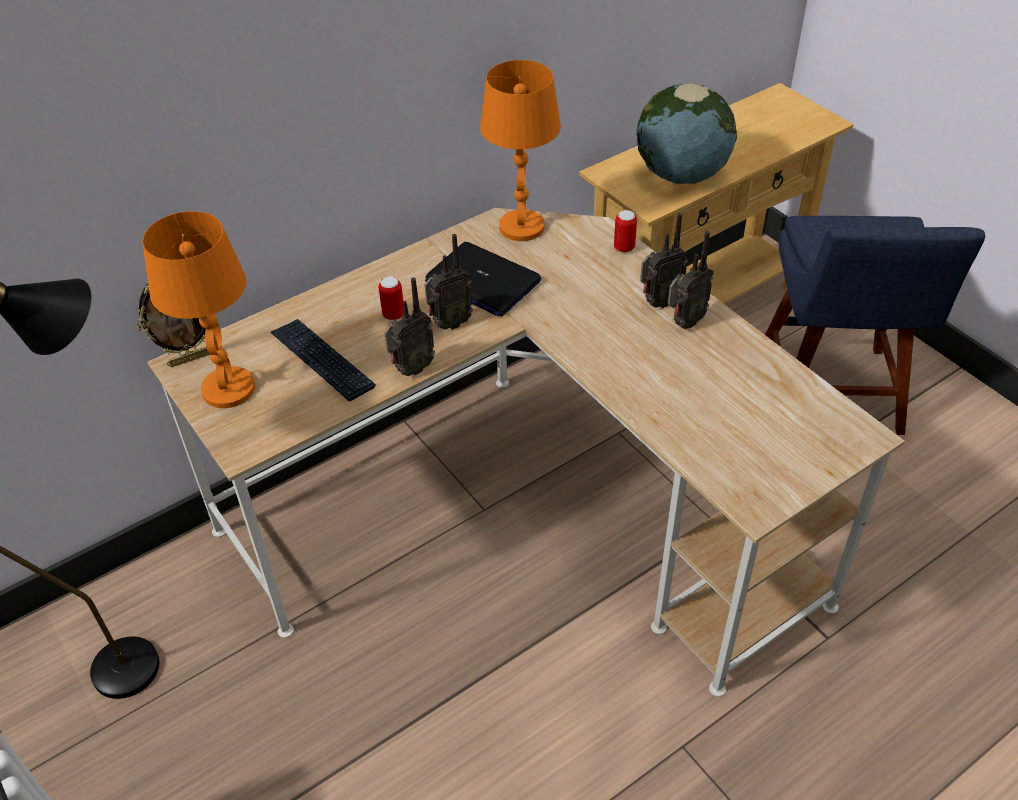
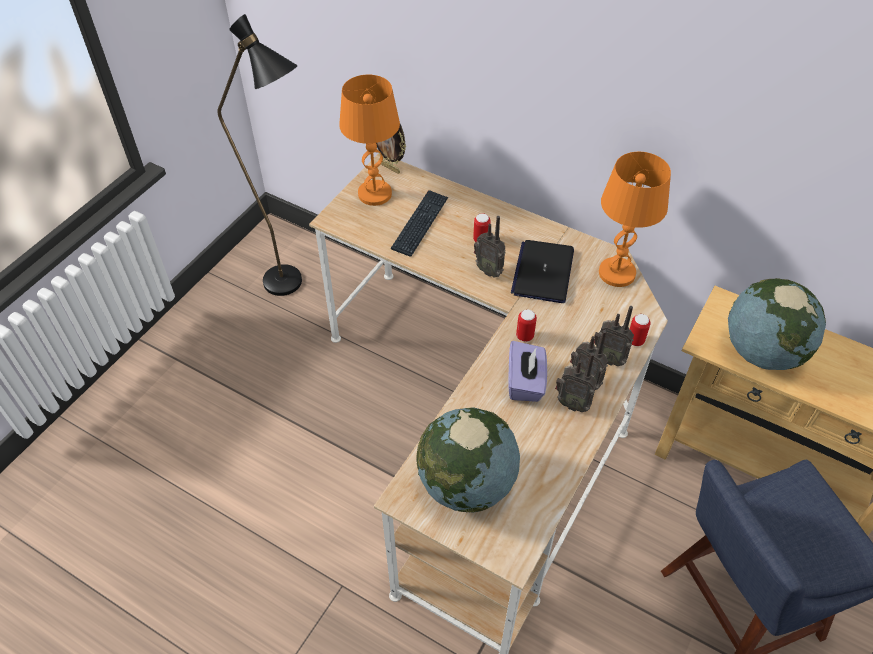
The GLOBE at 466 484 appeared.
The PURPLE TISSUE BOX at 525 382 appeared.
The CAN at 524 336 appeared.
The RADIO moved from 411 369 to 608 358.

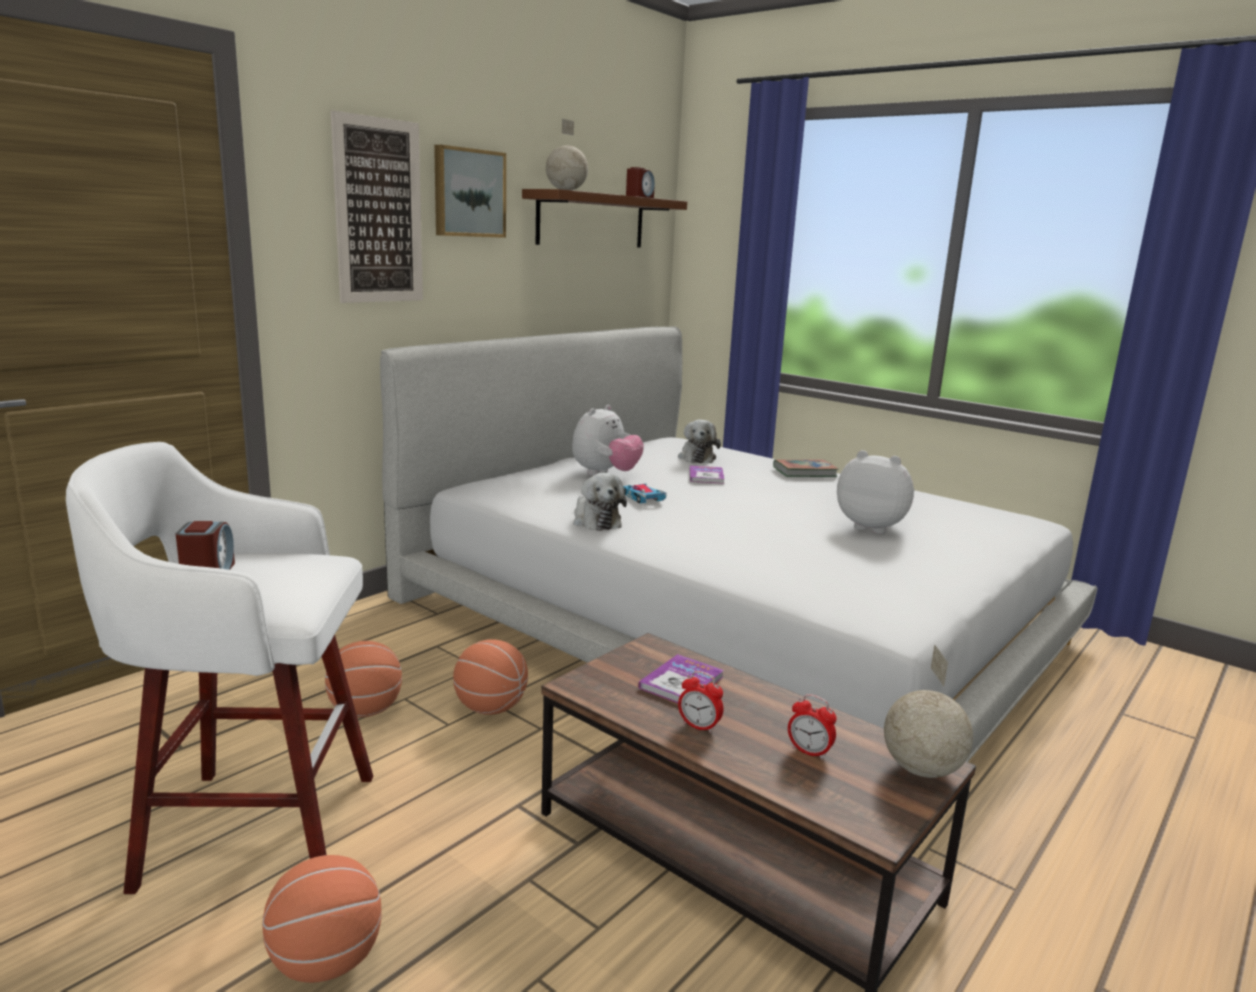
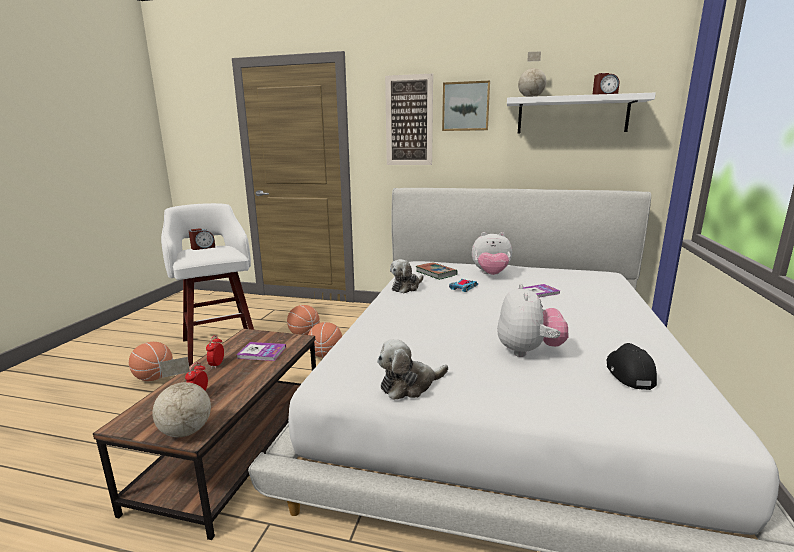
The PLUSH TOY moved from 697 457 to 409 385.
The BOOK moved from 804 472 to 436 273.
The BROWN SHELF at 591 220 became the WHITE SHELF at 572 115.
The BLACK CAP at 628 373 appeared.

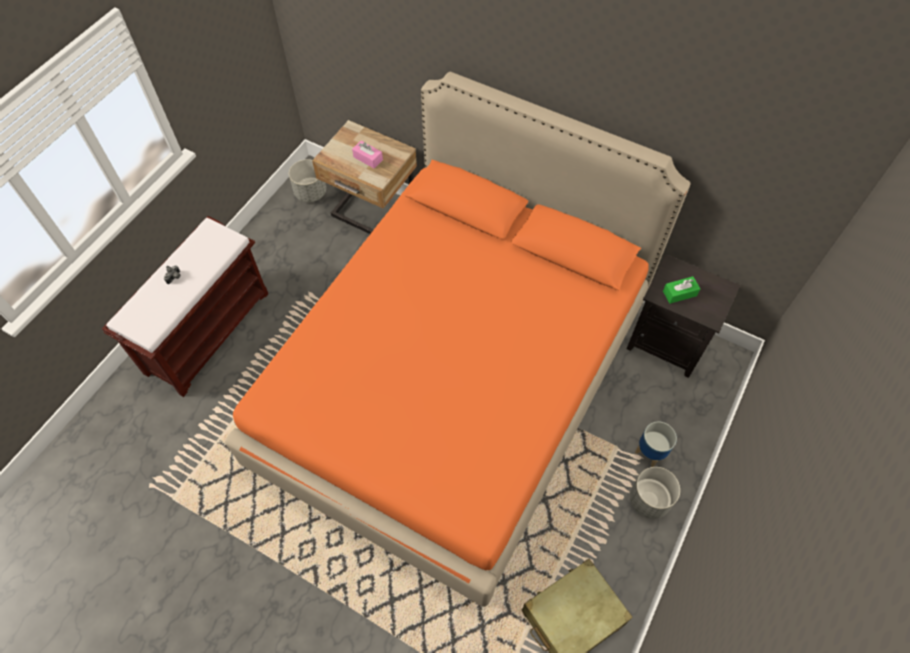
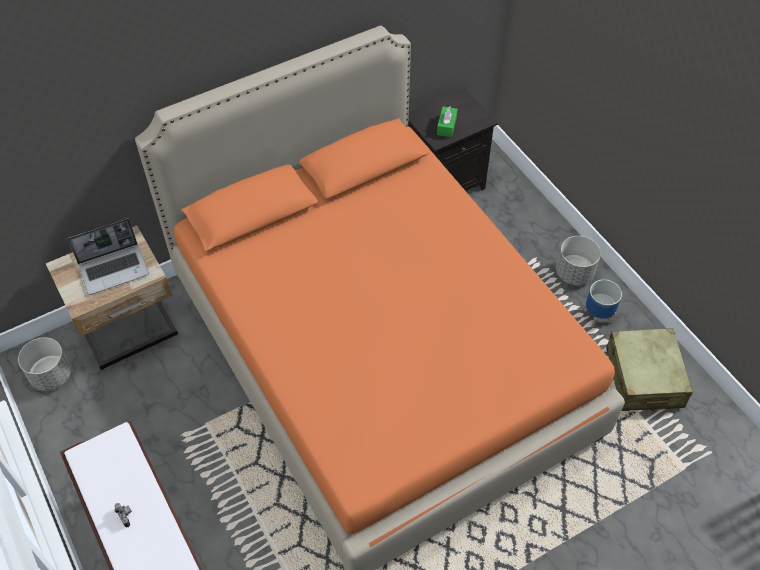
The PINK TISSUE BOX at 368 158 was replaced by the LAPTOP at 114 269.
The PLANTER moved from 650 452 to 597 316.

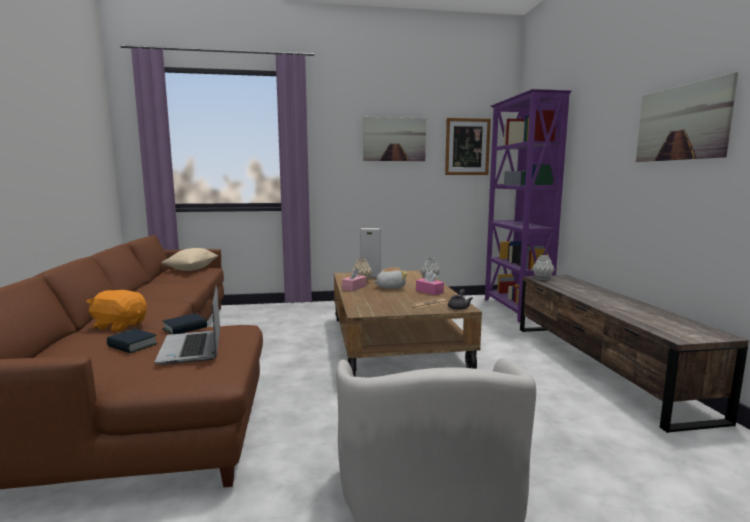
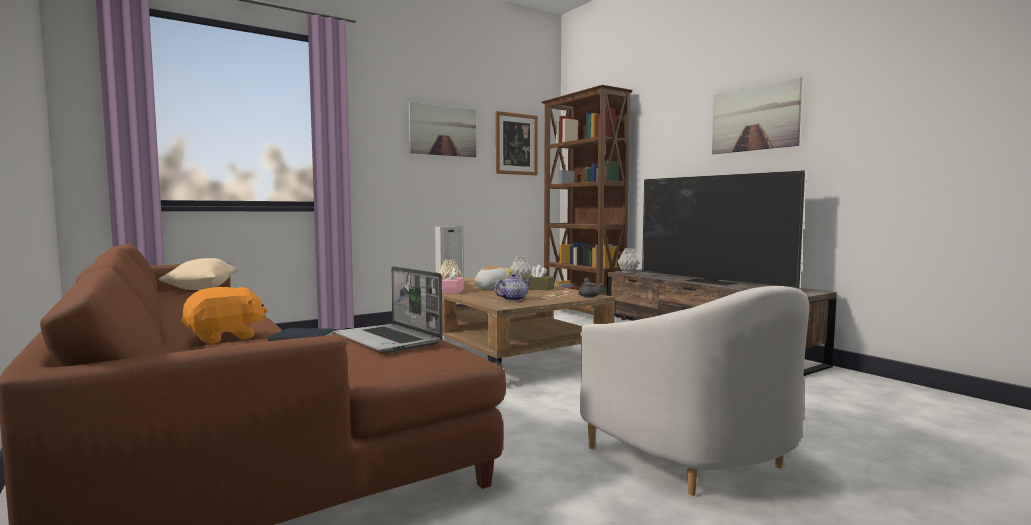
The ORANGE PLUSH TOY at 119 325 turned 150 degrees clockwise.
The TEAPOT at 512 299 appeared.
The PINK TISSUE BOX at 429 292 became the BROWN TISSUE BOX at 538 288.
The PURPLE BOOKCASE at 515 309 became the BROWN BOOKCASE at 582 315.
The TELEVISION at 711 282 appeared.
The BOOK at 185 328 disappeared.

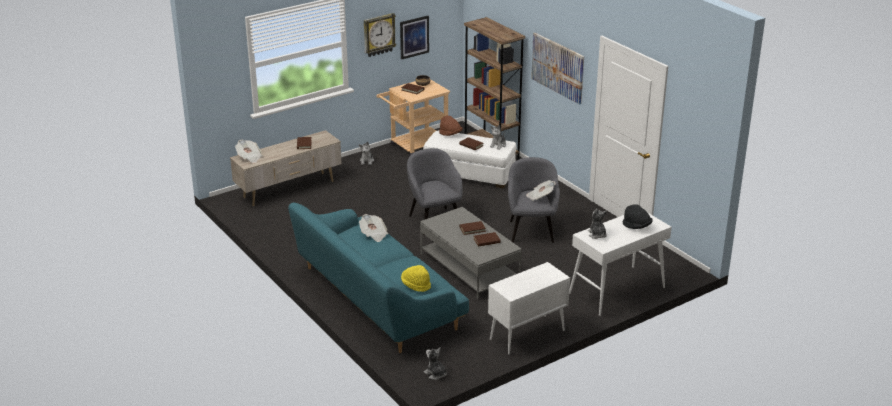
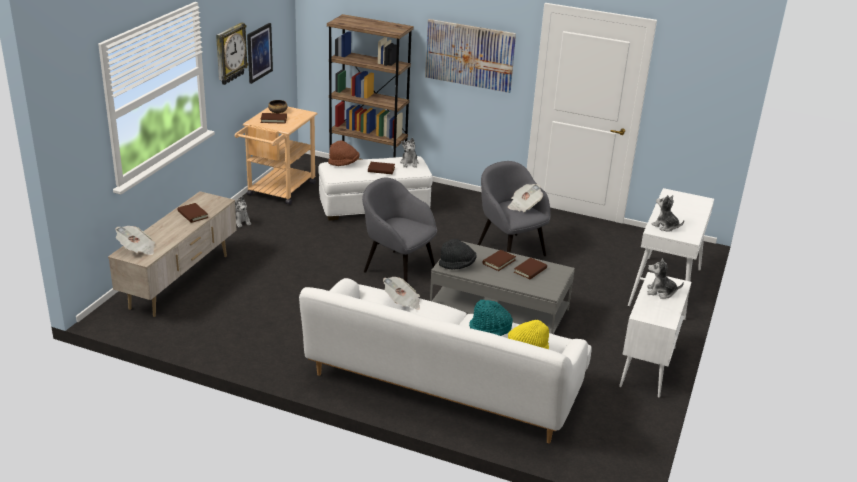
The TURQUOISE SOFA at 377 298 became the WHITE SOFA at 443 384.
The BLACK HAT moved from 637 226 to 457 265.
The TURQUOISE HAT at 490 329 appeared.
The PLUSH TOY moved from 435 374 to 660 292.

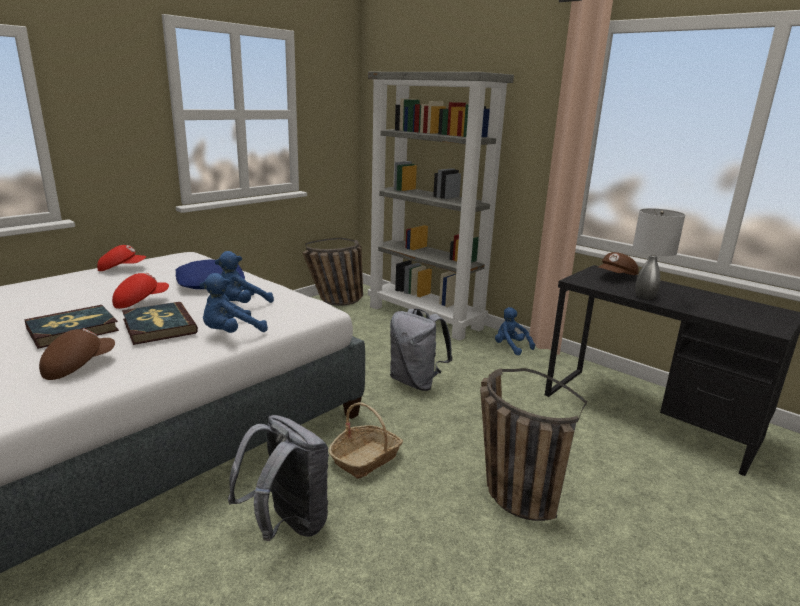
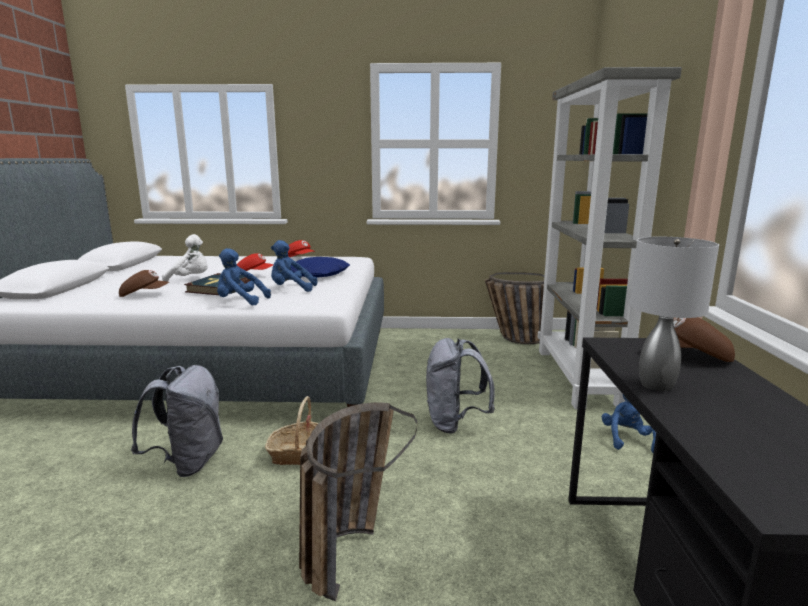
The BOOK at 73 329 was replaced by the WHITE PLUSH TOY at 190 279.

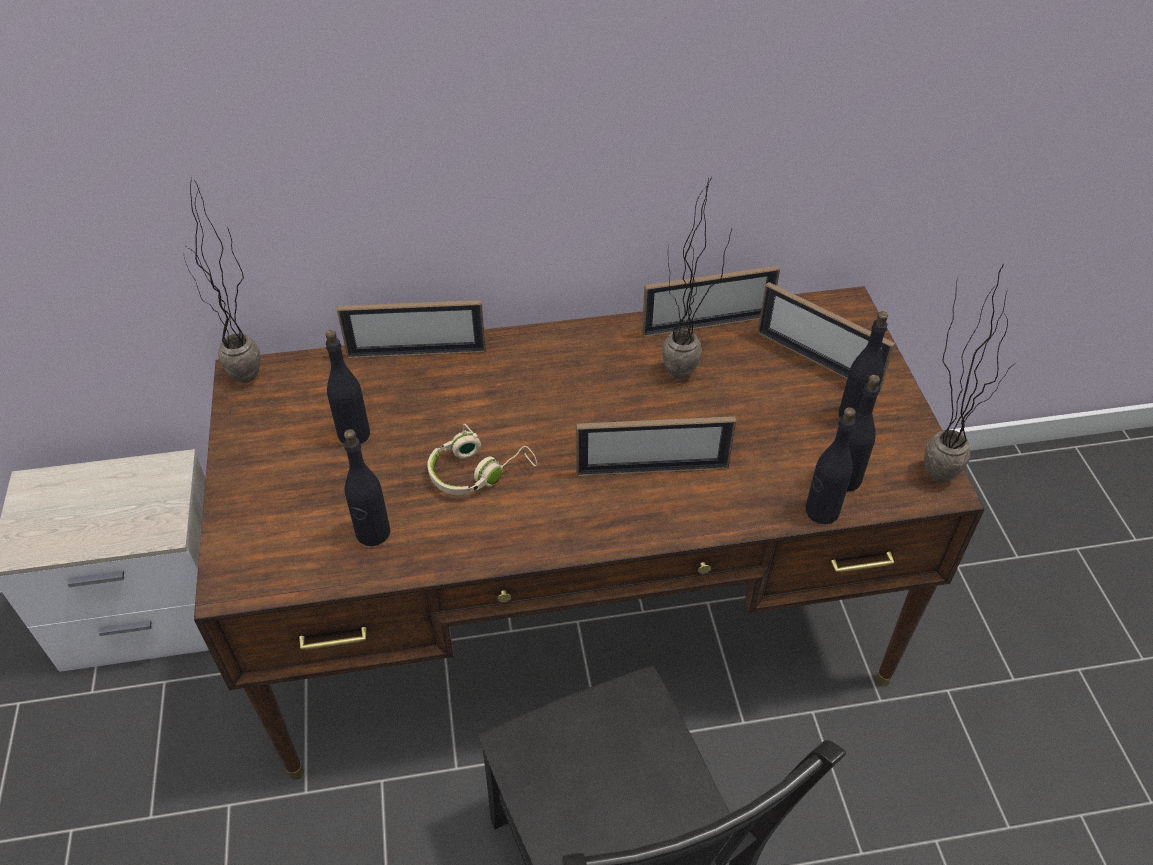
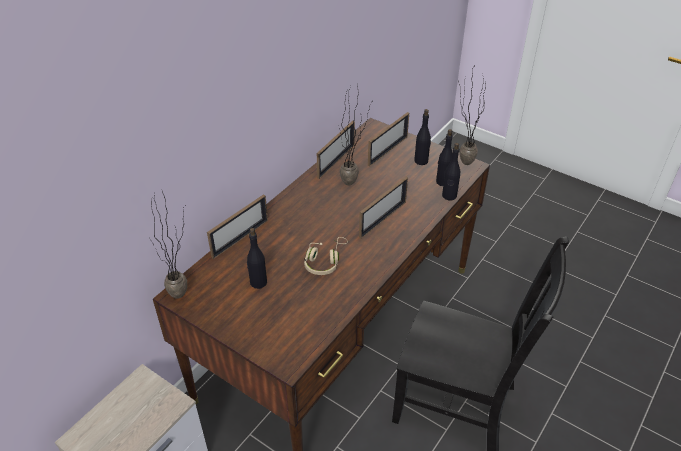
The PICTURE FRAME at 817 361 turned 45 degrees counterclockwise.
The BLACK BOTTLE at 372 533 disappeared.

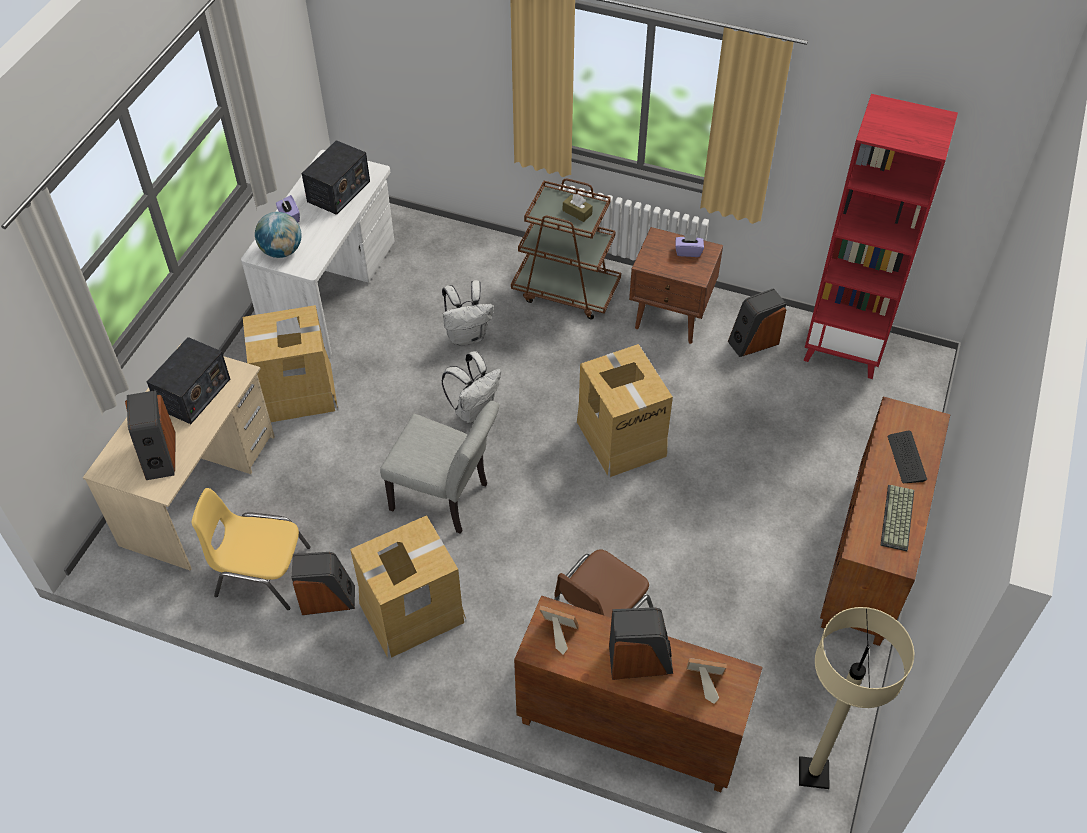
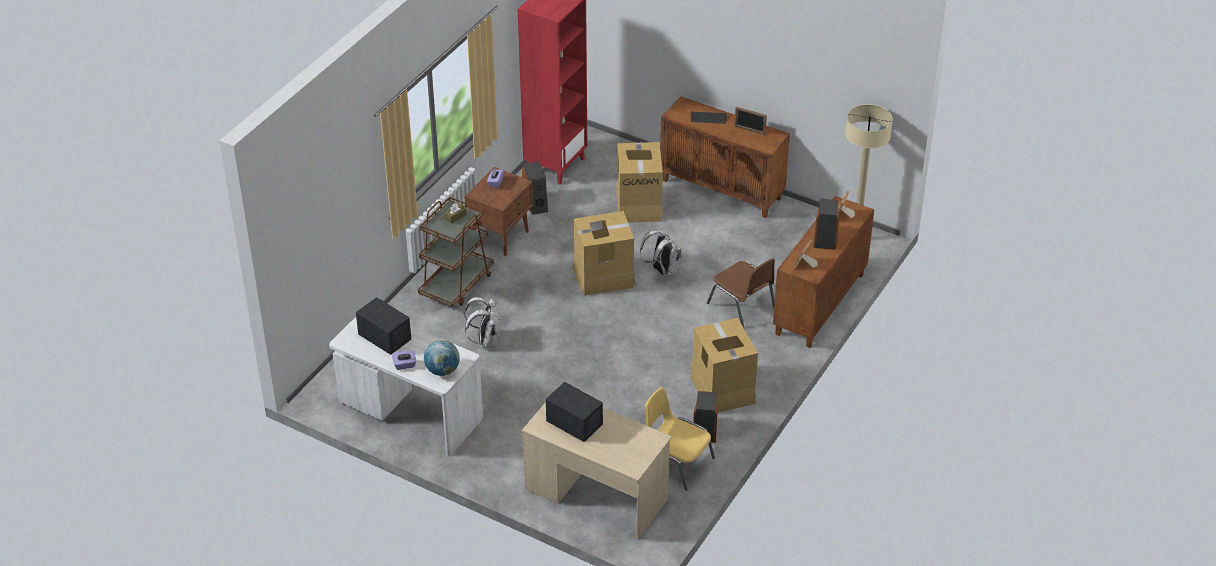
The CARDBOARD BOX moved from 297 393 to 639 205.
The WHITE BACKPACK moved from 474 410 to 662 270.
The YELLOW CHAIR at 261 572 turned 105 degrees clockwise.
The KEYBOARD at 898 519 was replaced by the PICTURE FRAME at 749 130.
The SPEAKER at 159 455 disappeared.
The GREY CHAIR at 446 499 disappeared.

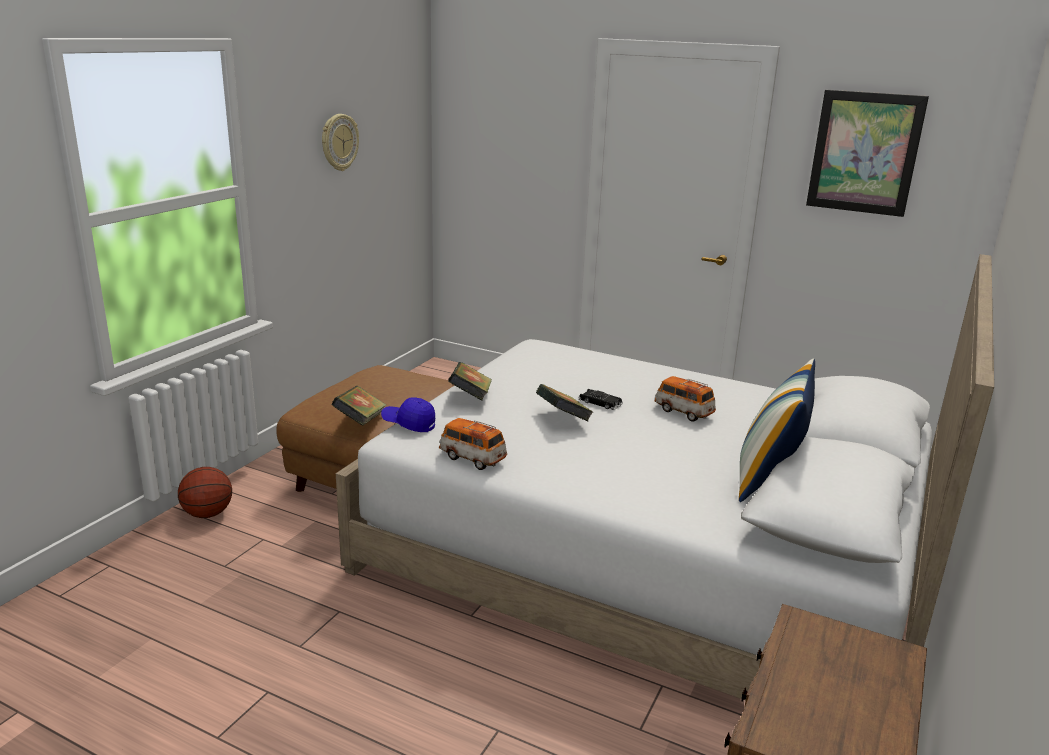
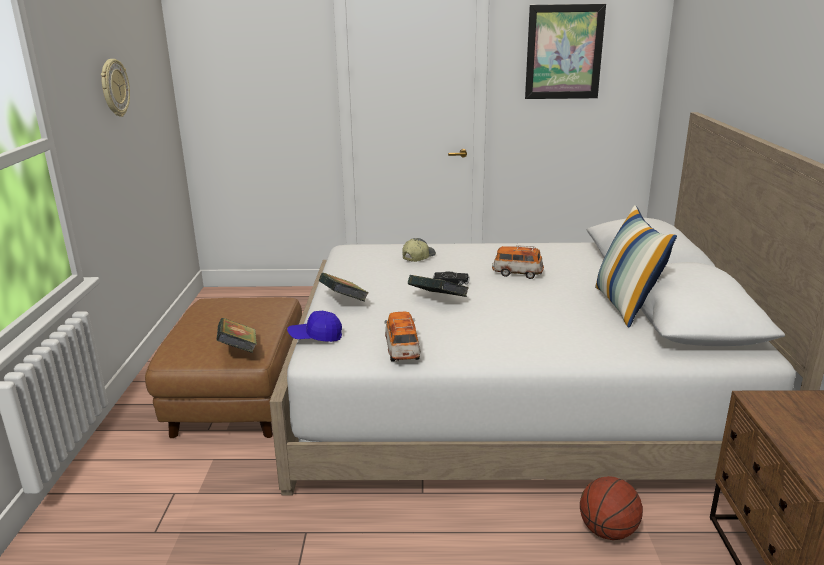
The TOY CAR at 472 458 turned 75 degrees clockwise.
The CAP at 418 257 appeared.
The BASKETBALL moved from 208 514 to 607 531.

